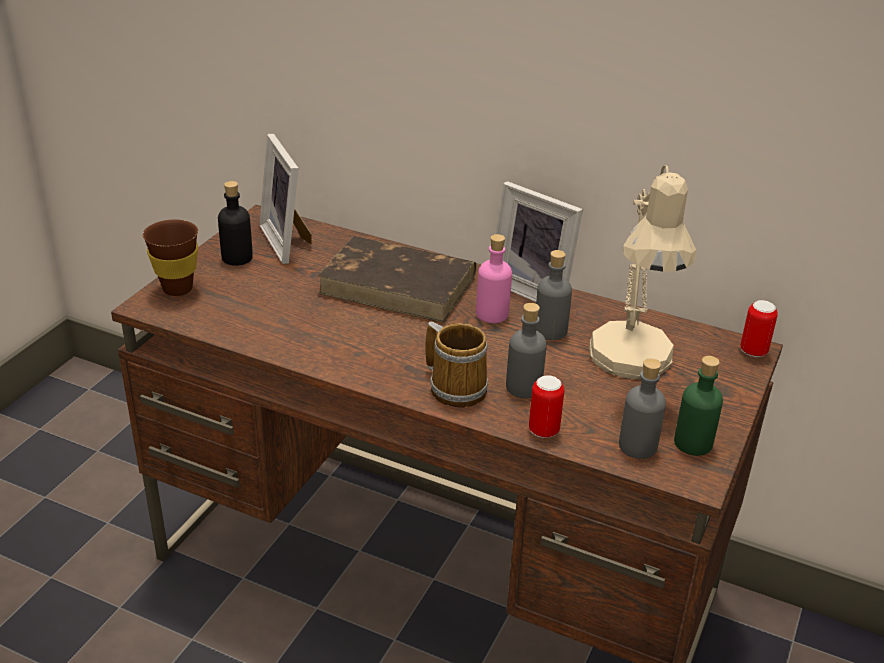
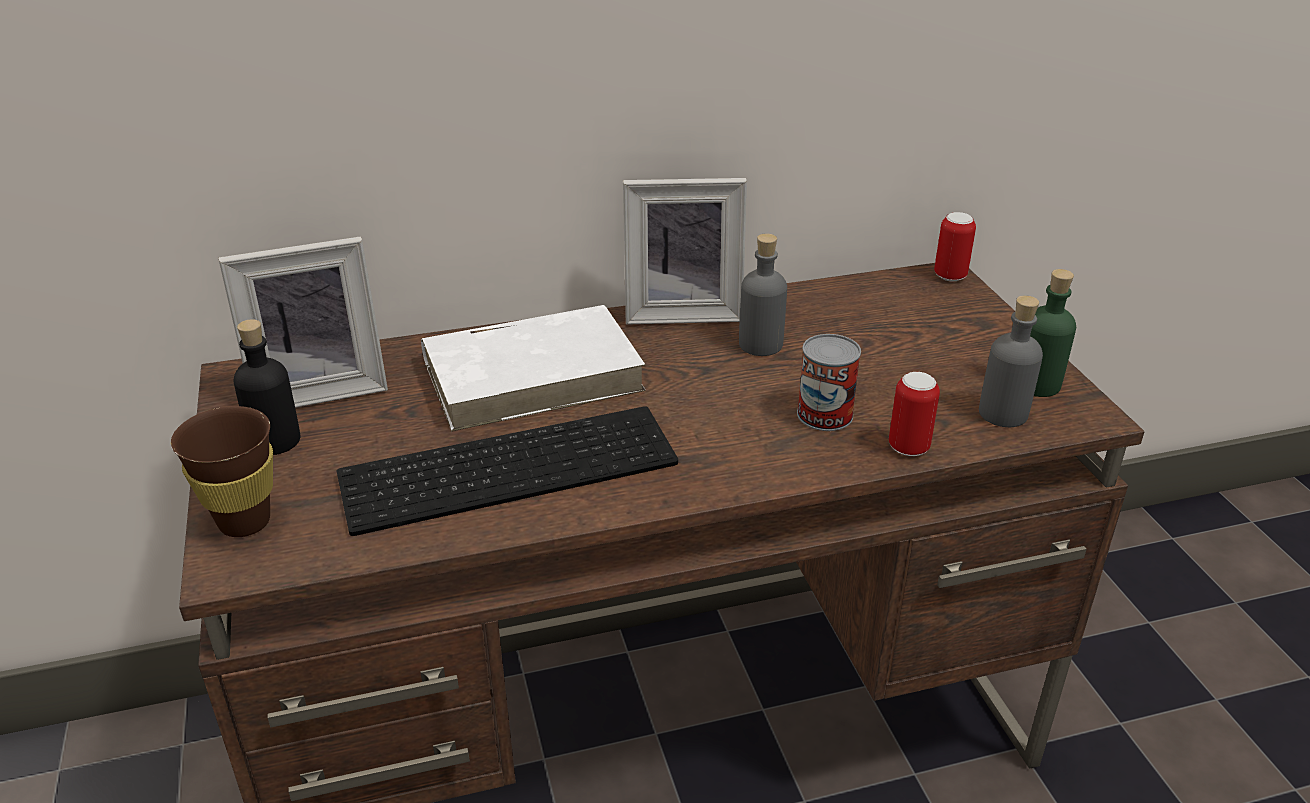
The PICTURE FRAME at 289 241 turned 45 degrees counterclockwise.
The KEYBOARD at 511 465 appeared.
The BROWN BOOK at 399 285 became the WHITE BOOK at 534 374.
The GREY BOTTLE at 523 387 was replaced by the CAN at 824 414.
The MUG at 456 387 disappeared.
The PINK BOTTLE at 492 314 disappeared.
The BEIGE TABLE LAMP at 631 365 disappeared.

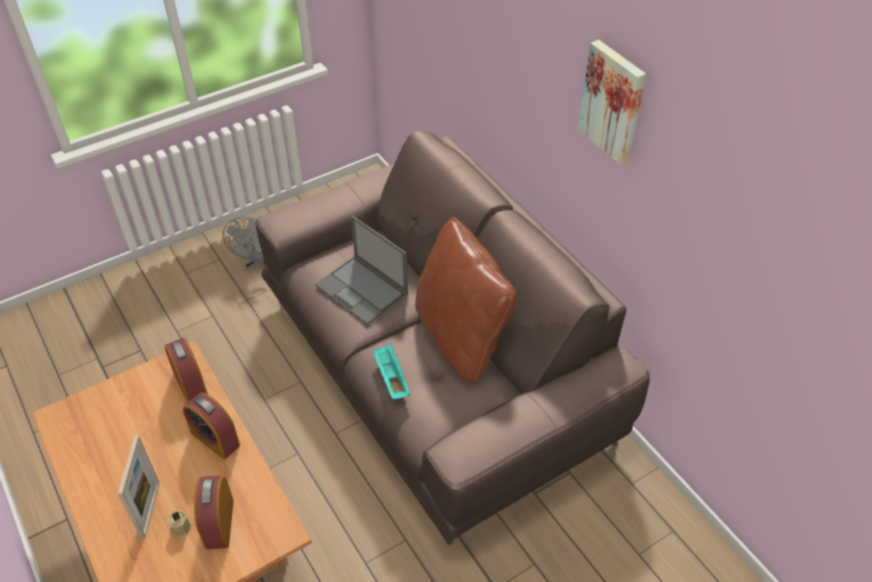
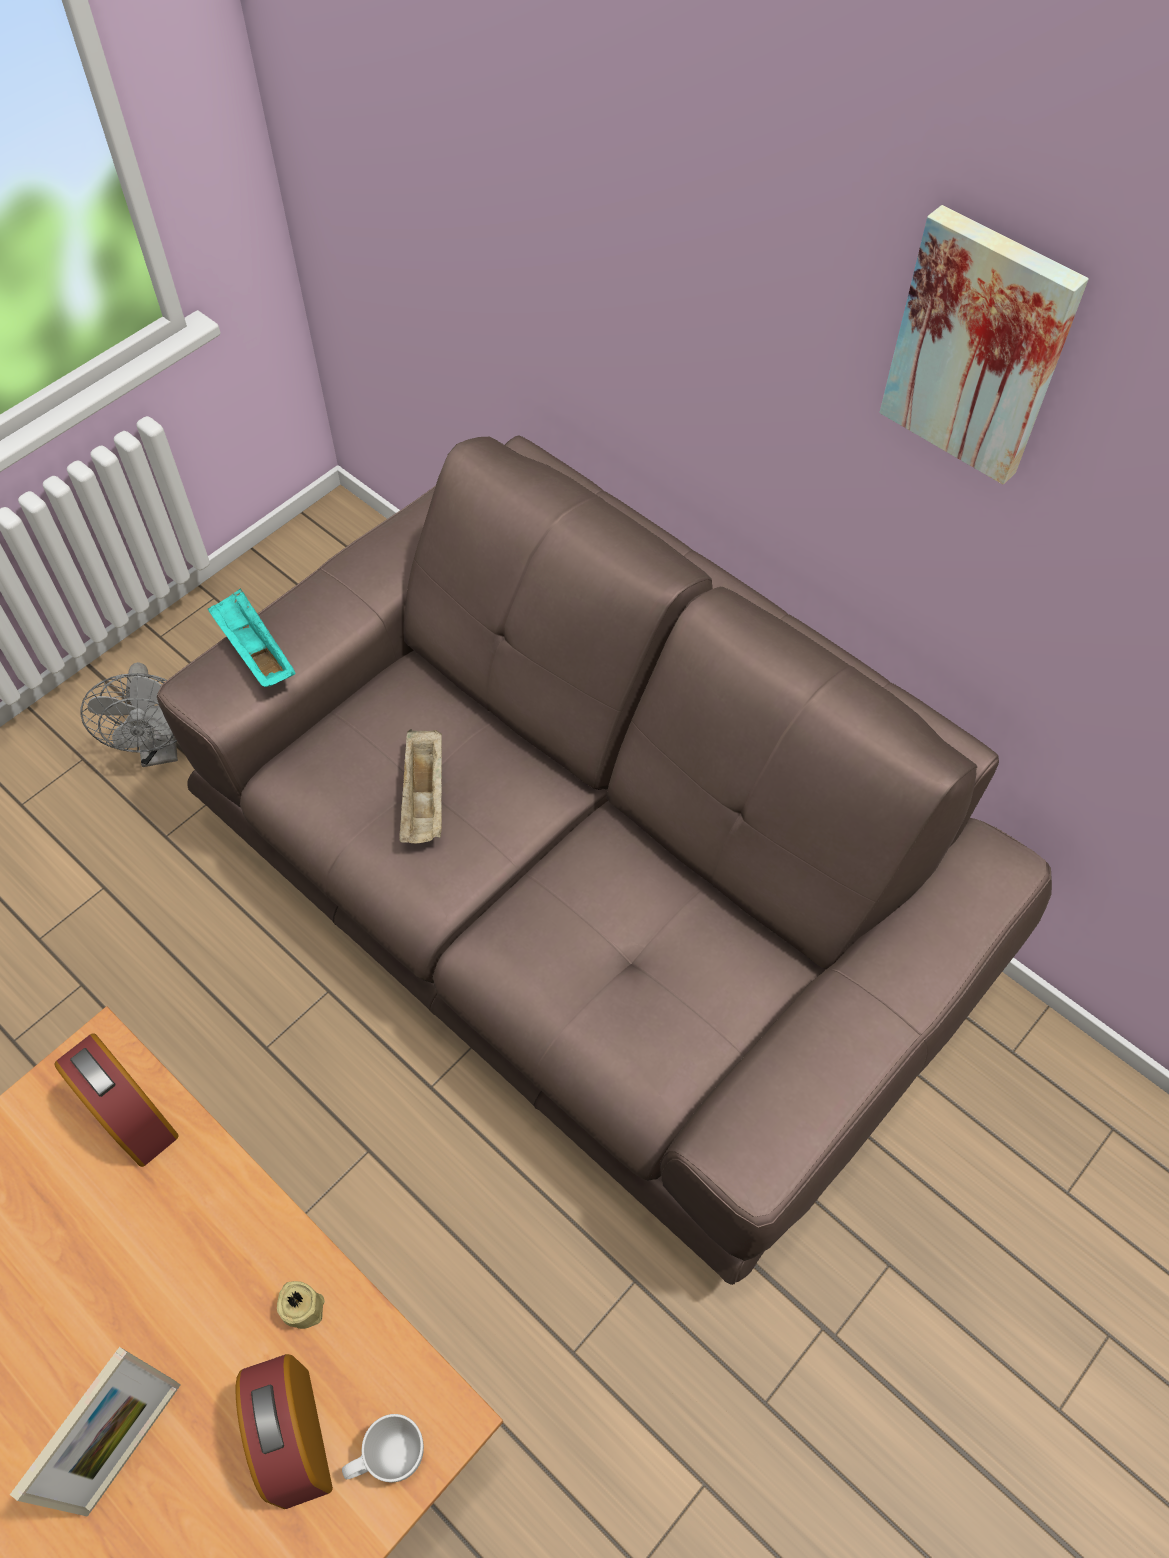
The PICTURE FRAME at 150 509 turned 45 degrees clockwise.
The TURQUOISE TRAY moved from 391 378 to 254 652.
The BEIGE CANDLE moved from 181 526 to 302 1306.
The WHITE MUG at 388 1459 appeared.
The LAPTOP at 362 290 was replaced by the BEIGE TRAY at 425 799.
The ALARM CLOCK at 215 439 disappeared.
The BROWN PILLOW at 460 338 disappeared.

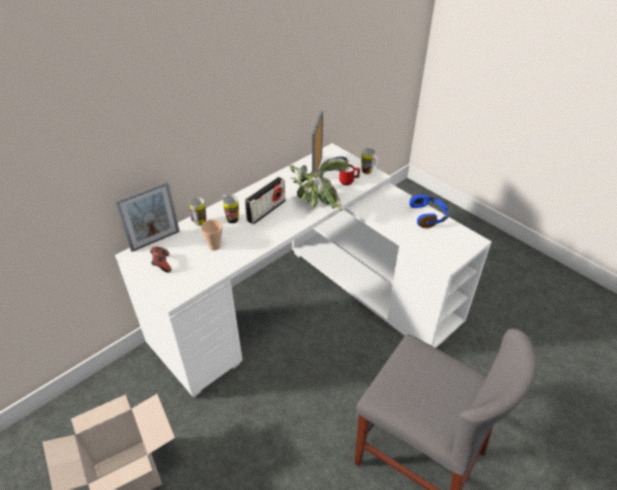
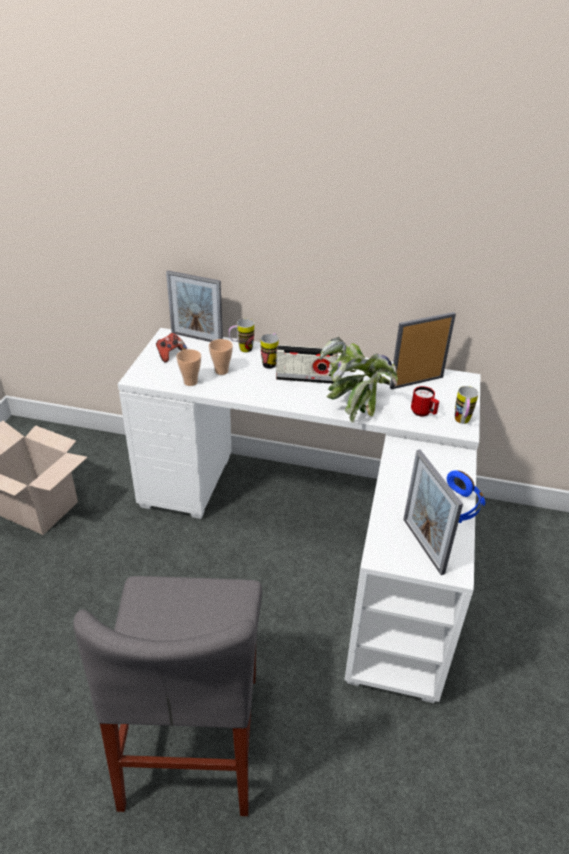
The CUP at 190 382 appeared.
The PICTURE FRAME at 423 545 appeared.

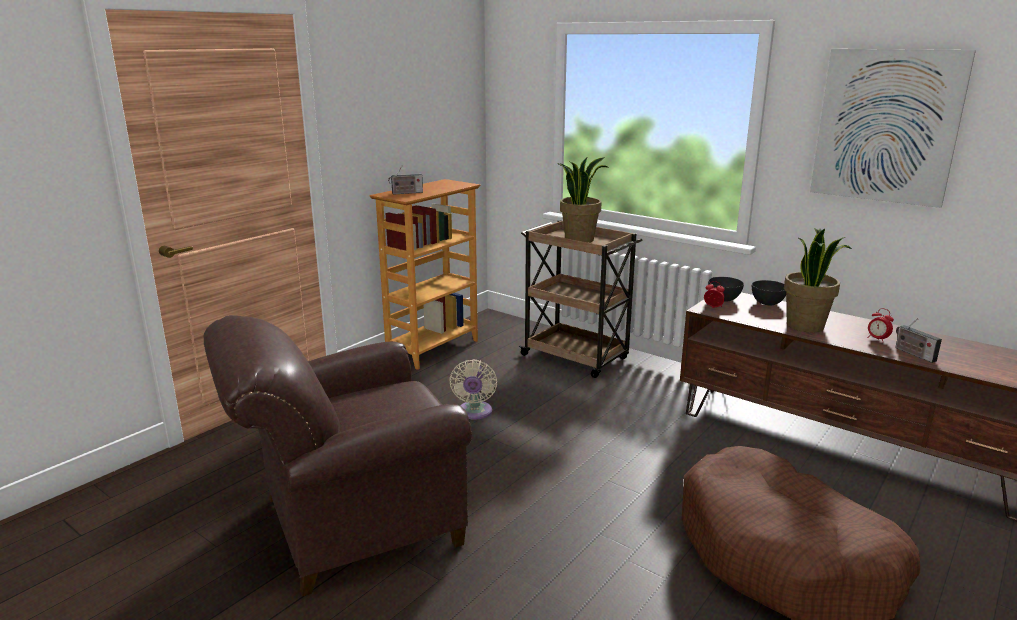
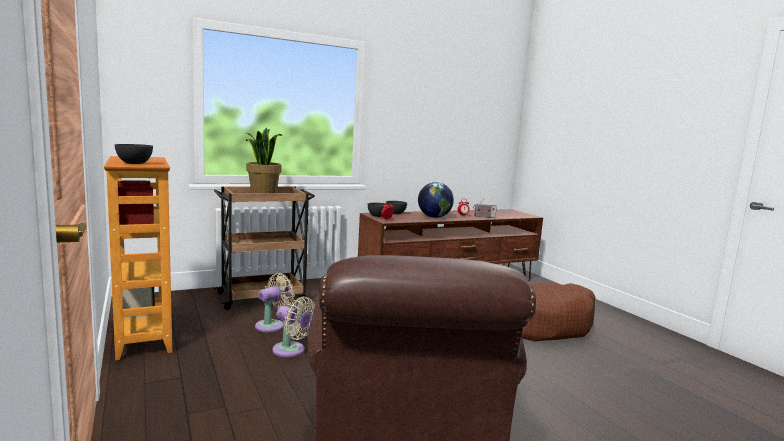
The RADIO at 406 193 was replaced by the GREY BOWL at 134 163.
The BEIGE FAN at 272 325 appeared.
The POTTED PLANT at 806 326 was replaced by the GLOBE at 434 217.
The PICTURE at 886 126 disappeared.

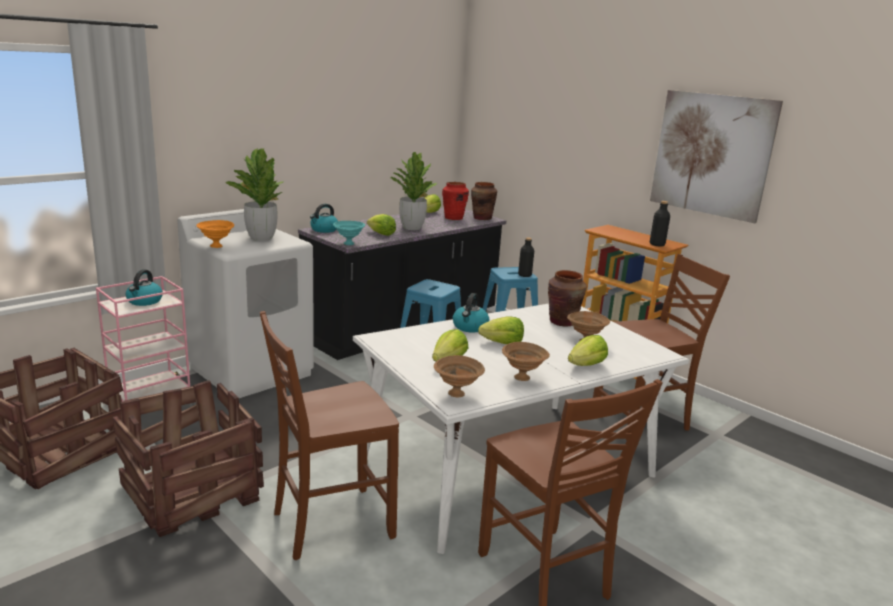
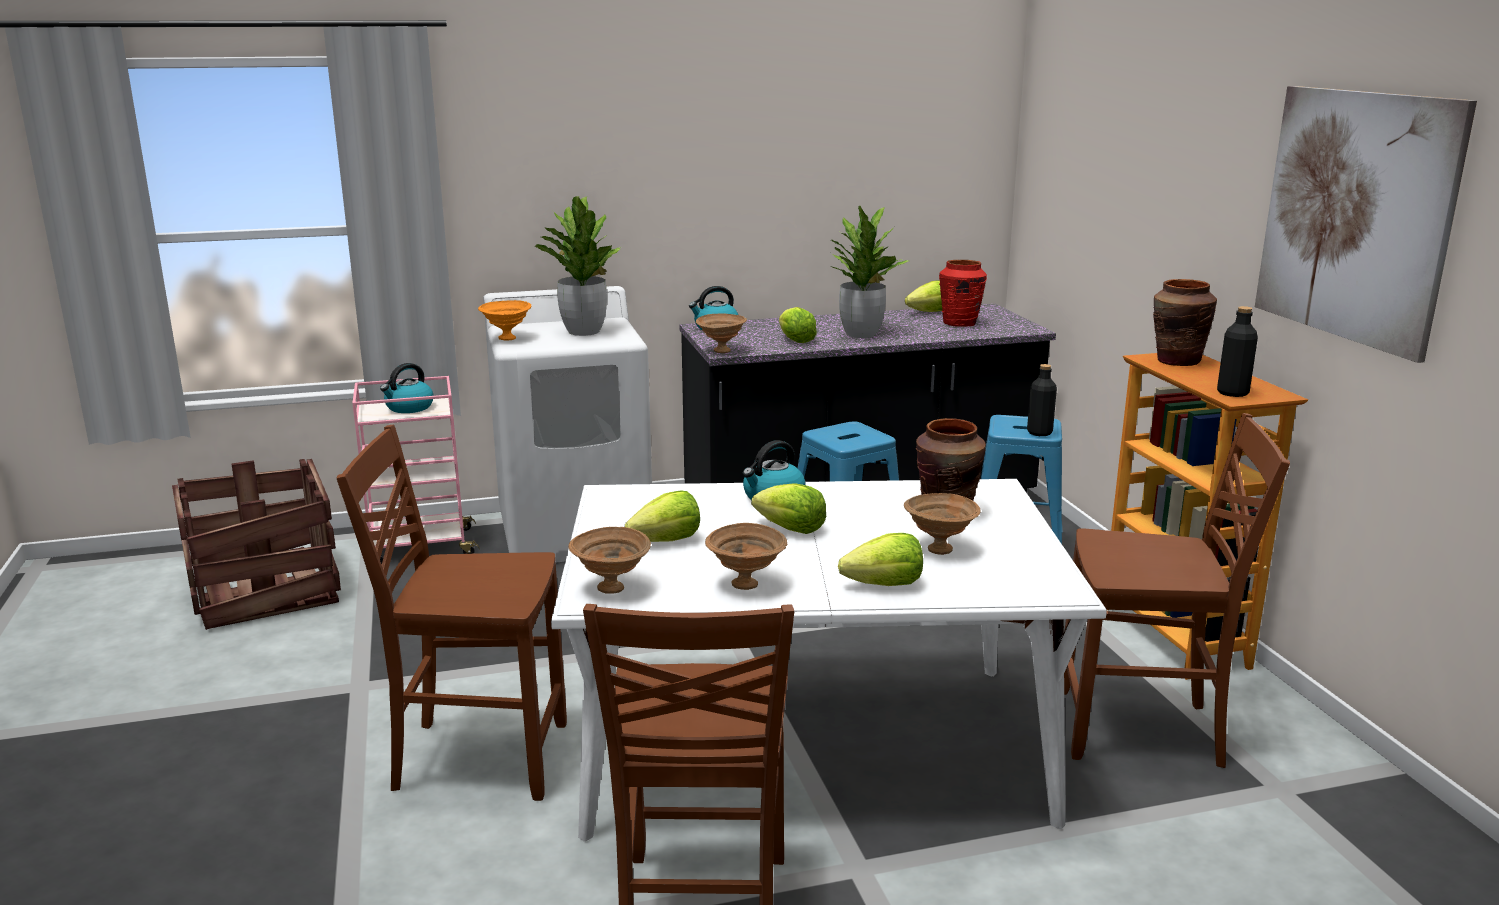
The TURQUOISE BOWL at 349 244 became the BROWN BOWL at 721 351.
The BROWN VASE moved from 482 218 to 1177 361.
The CRATE at 194 491 disappeared.

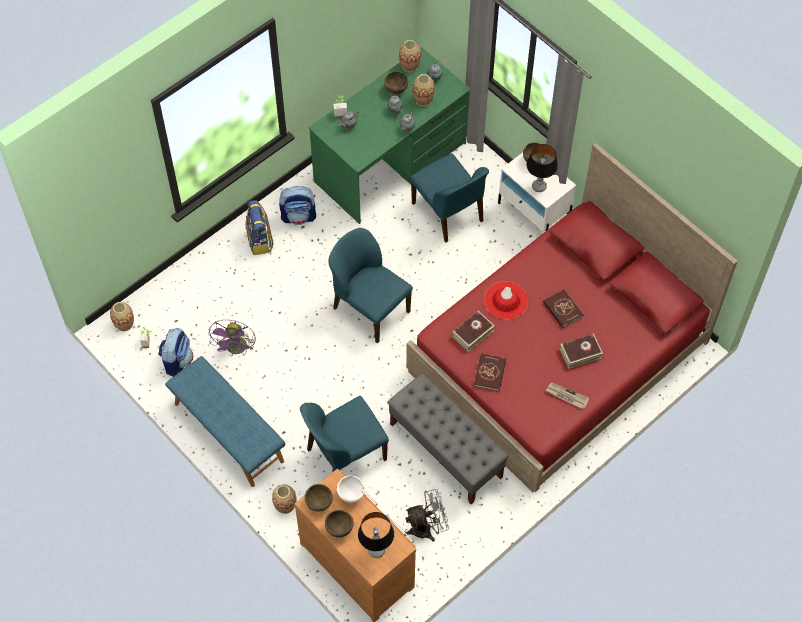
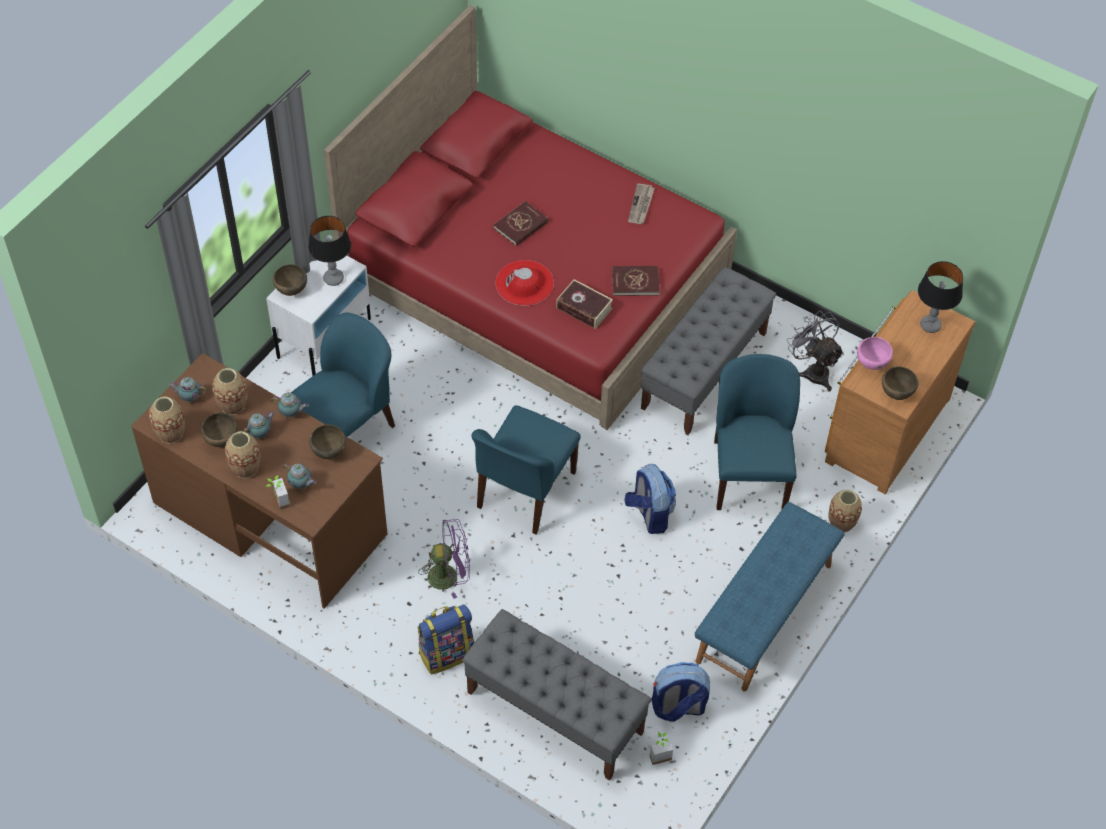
The GREEN DESK at 391 162 became the BROWN DESK at 270 517.
The VASE moved from 124 324 to 245 467.
The BROWN BOWL moved from 340 529 to 328 452.
The PURPLE FAN moved from 236 350 to 449 575.
The GREY BENCH at 554 712 appeared.
The BACKPACK moved from 299 216 to 649 514.
The BLUE CHAIR at 345 455 turned 135 degrees counterclockwise.
The WHITE BOWL at 351 495 became the PINK BOWL at 871 363.
The BOOK at 580 353 disappeared.

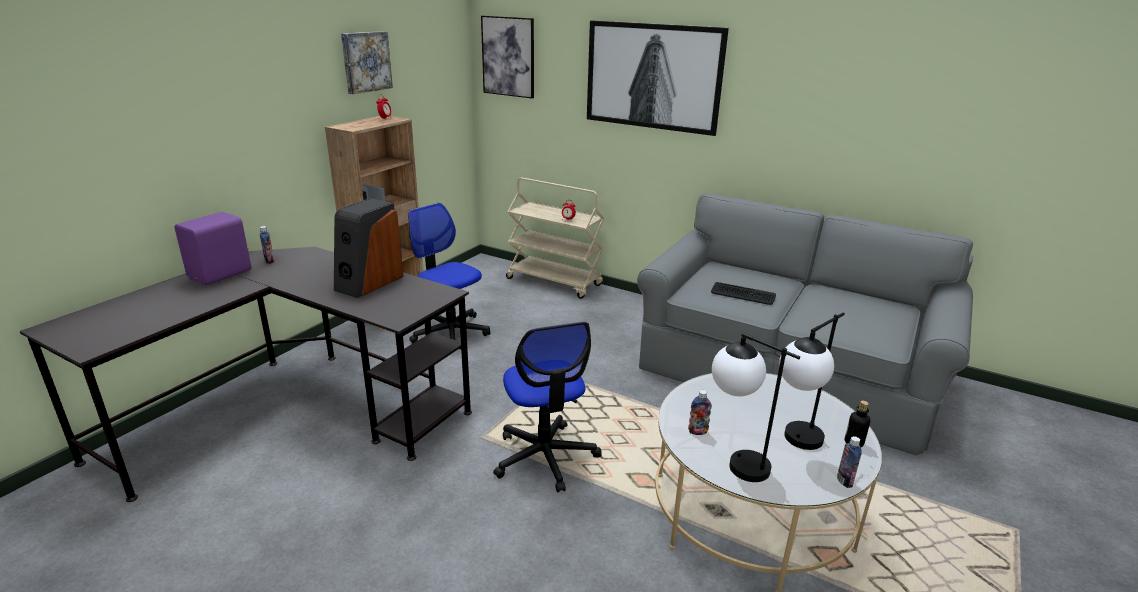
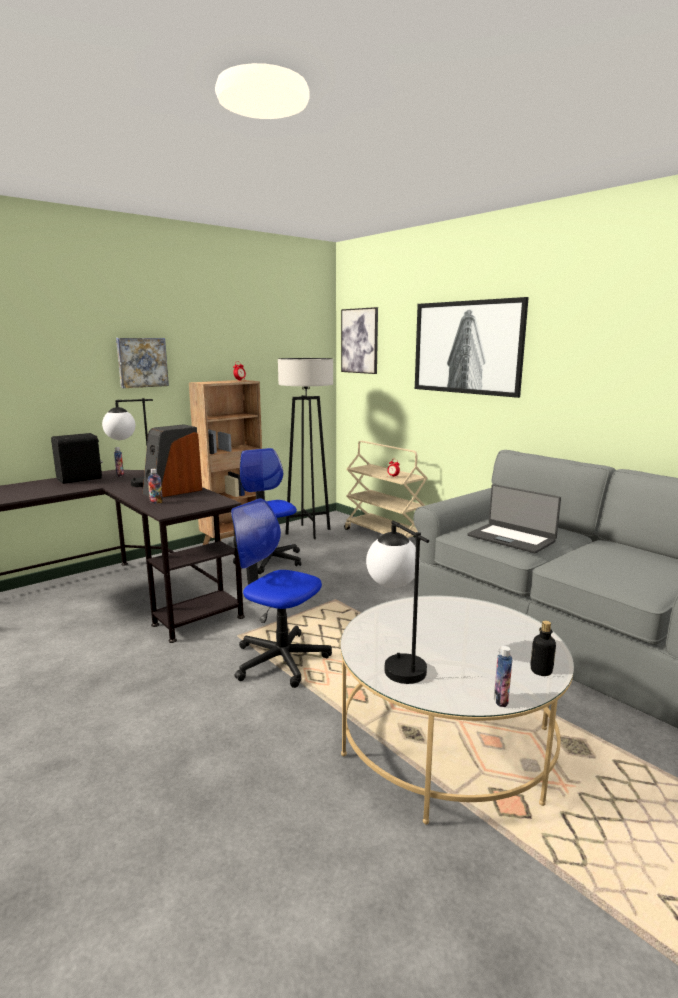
The PURPLE SPEAKER at 222 274 became the BLACK SPEAKER at 80 479.
The TABLE LAMP moved from 795 444 to 132 485.
The PICTURE moved from 365 61 to 142 362.
The BOTTLE moved from 697 431 to 156 502.
The OFFICE CHAIR at 545 457 turned 120 degrees clockwise.
The GREY FLOOR LAMP at 308 531 appeared.
The KEYBOARD at 742 294 was replaced by the LAPTOP at 511 538.

